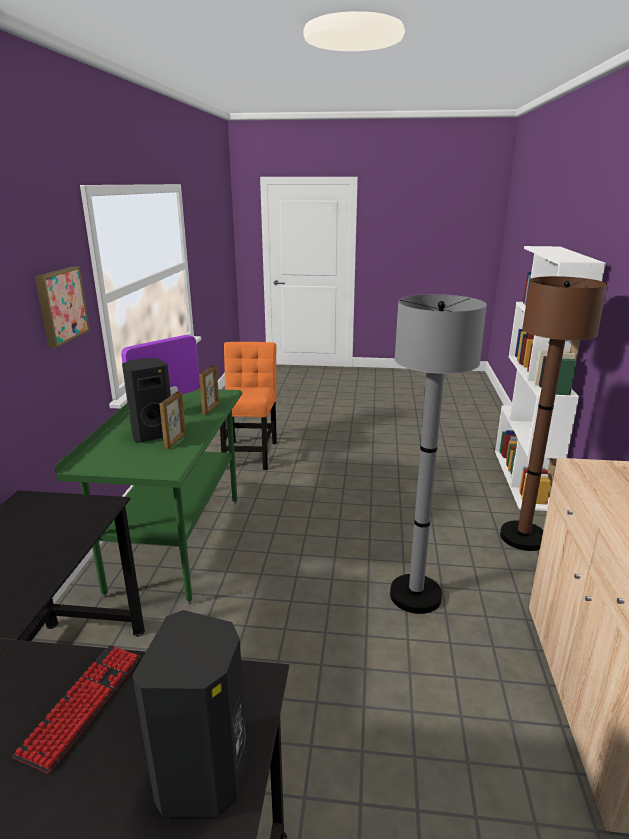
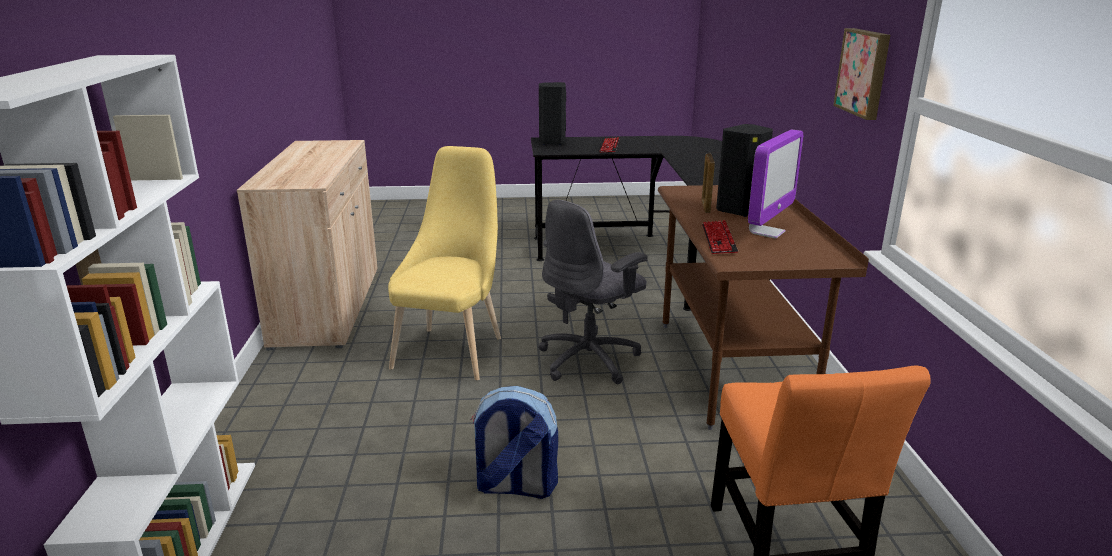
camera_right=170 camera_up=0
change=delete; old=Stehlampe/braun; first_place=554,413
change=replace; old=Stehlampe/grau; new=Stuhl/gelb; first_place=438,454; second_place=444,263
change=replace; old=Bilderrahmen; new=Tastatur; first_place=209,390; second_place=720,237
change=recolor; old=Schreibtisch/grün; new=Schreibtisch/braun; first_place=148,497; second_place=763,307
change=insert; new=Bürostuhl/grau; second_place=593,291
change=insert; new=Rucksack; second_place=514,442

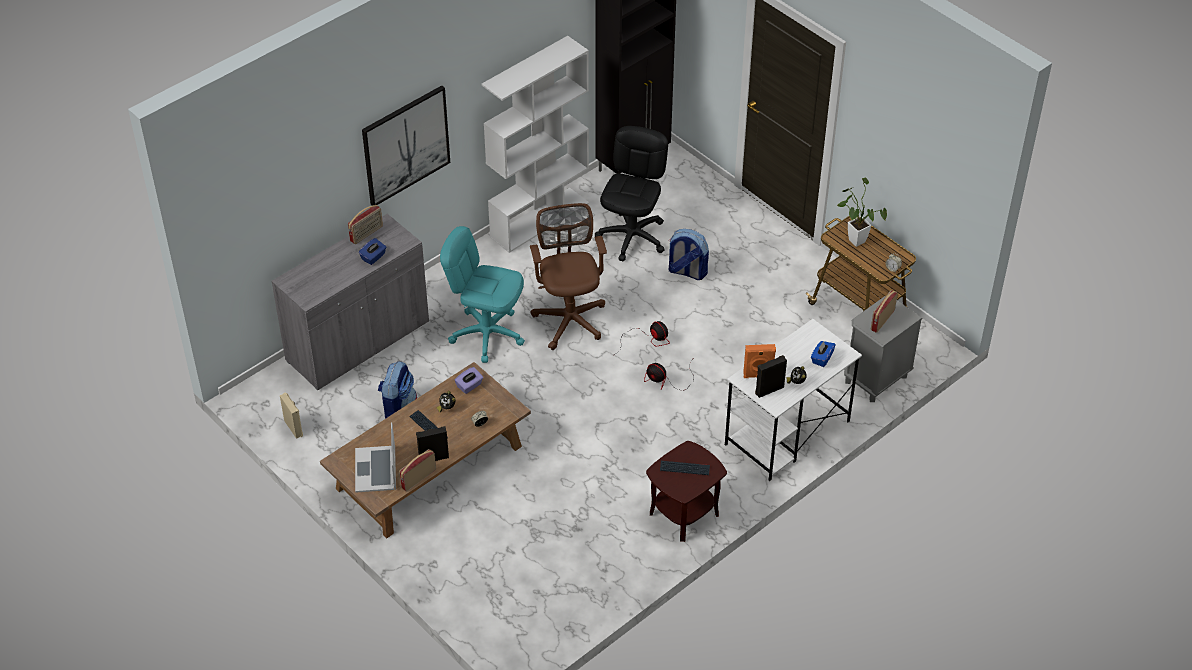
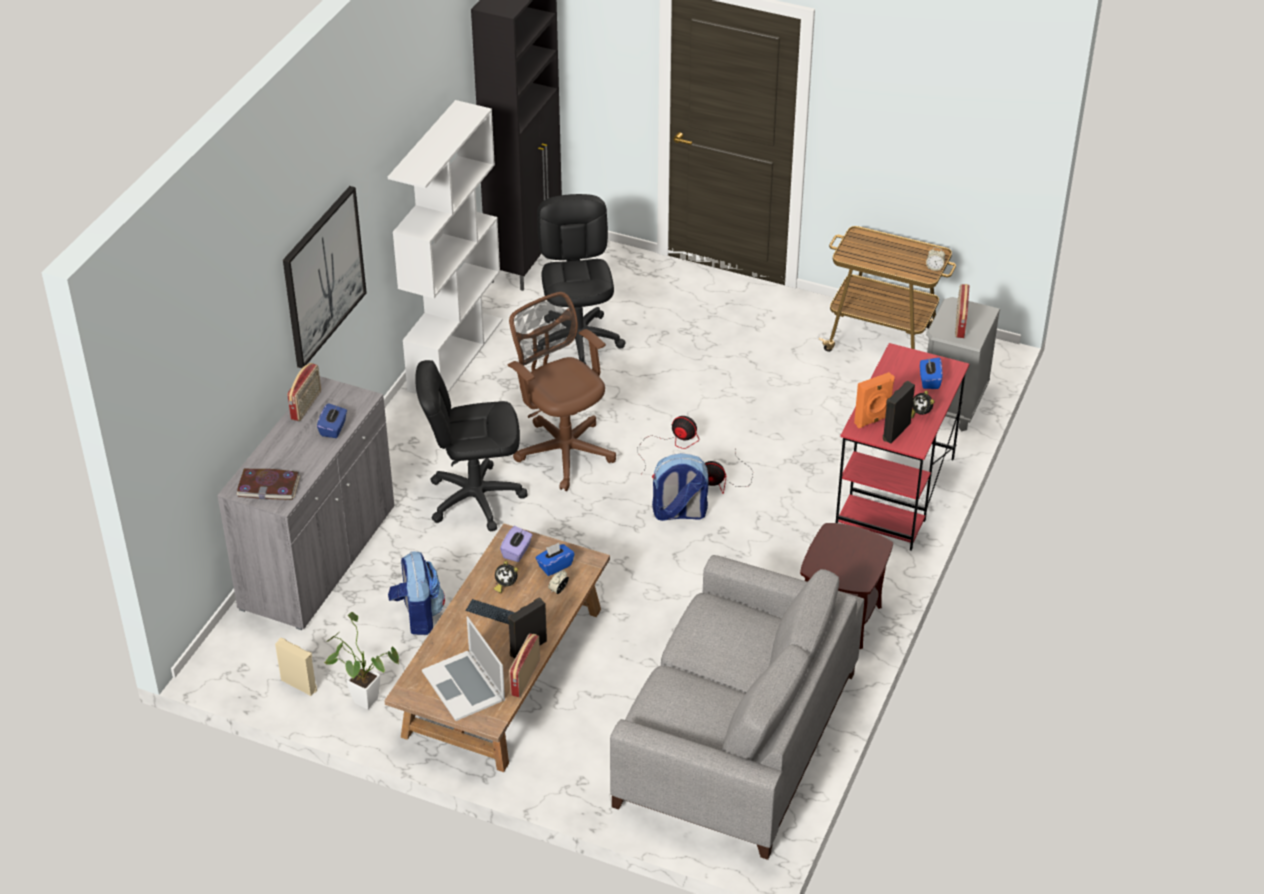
camera_right=-25 camera_up=-5
change=move; old=Topfpflanze; first_place=862,212; second_place=361,660
change=recolor; old=Bürostuhl/türkis; new=Bürostuhl/schwarz; first_place=482,294; second_place=471,445
change=move; old=Rucksack; first_place=689,254; second_place=680,487
change=recolor; old=Schreibtisch/weiß; new=Schreibtisch/rot; first_place=793,400; second_place=902,447
change=delete; old=Tastatur; first_place=685,468
change=insert; new=Buch; second_place=268,484
change=insert; new=Taschentuchbox/blau; second_place=554,559
change=insert; new=Sofa/grau; second_place=737,707

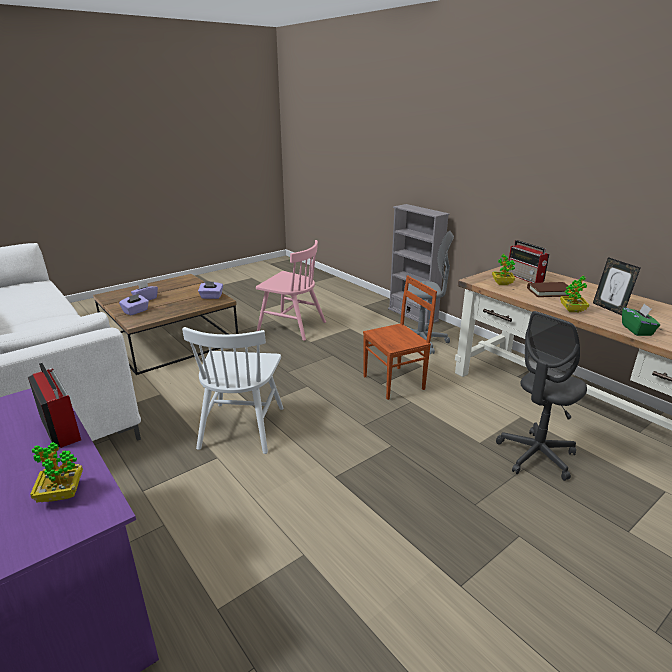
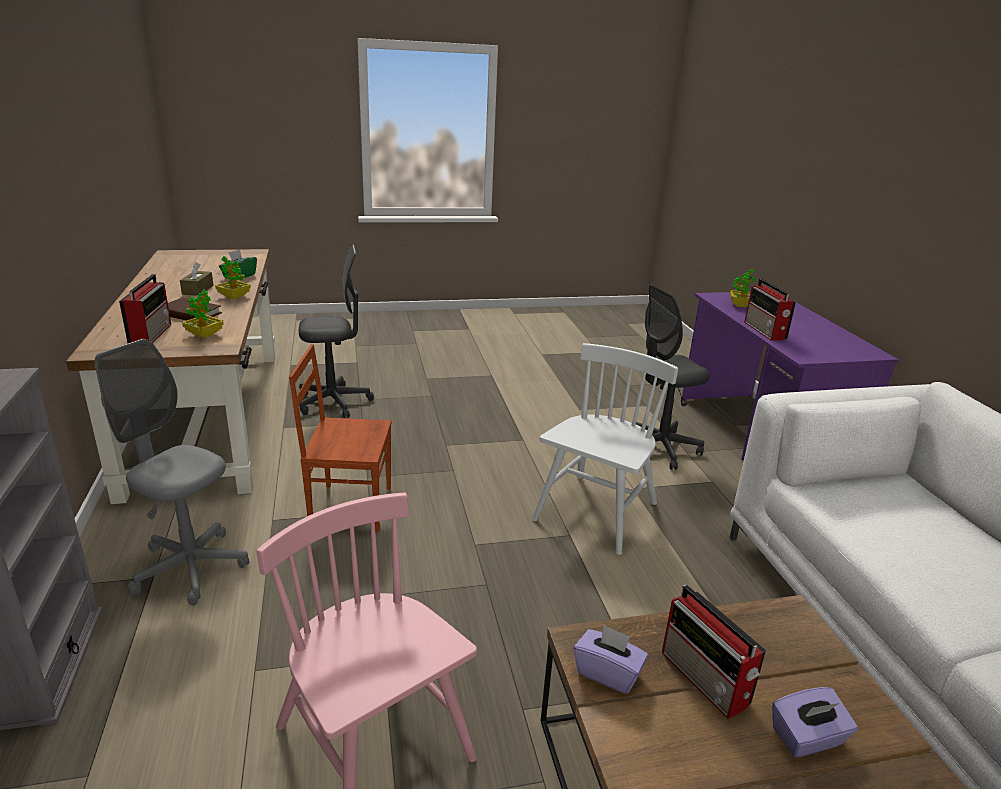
camera_right=-155 camera_up=0
change=replace; old=Bilderrahmen; new=Taschentuchbox/braun; first_place=616,286; second_place=197,279
change=delete; old=Taschentuchbox/lila; first_place=134,305
change=insert; new=Bürostuhl/grau; second_place=673,377
change=insert; new=Radio; second_place=714,652

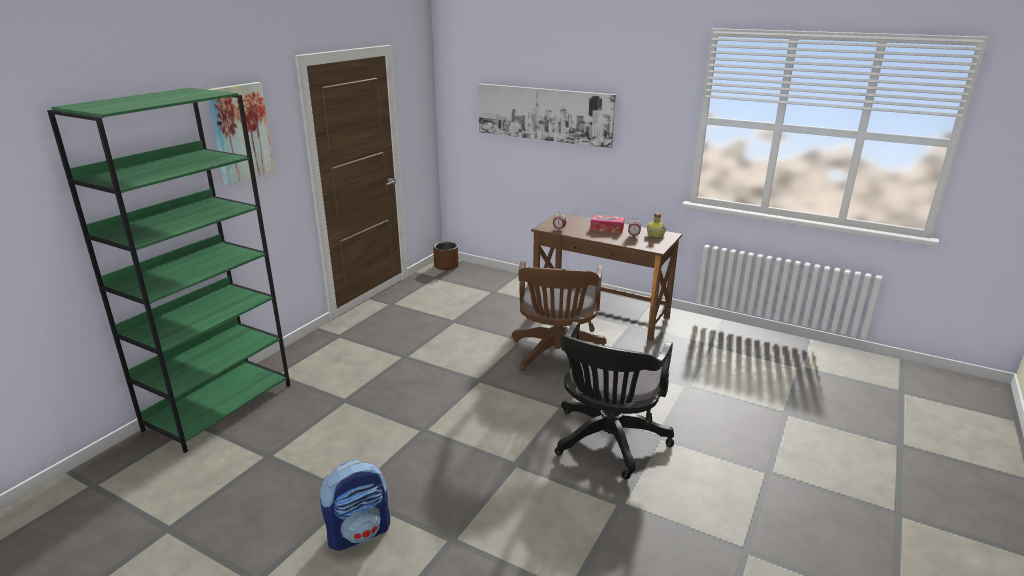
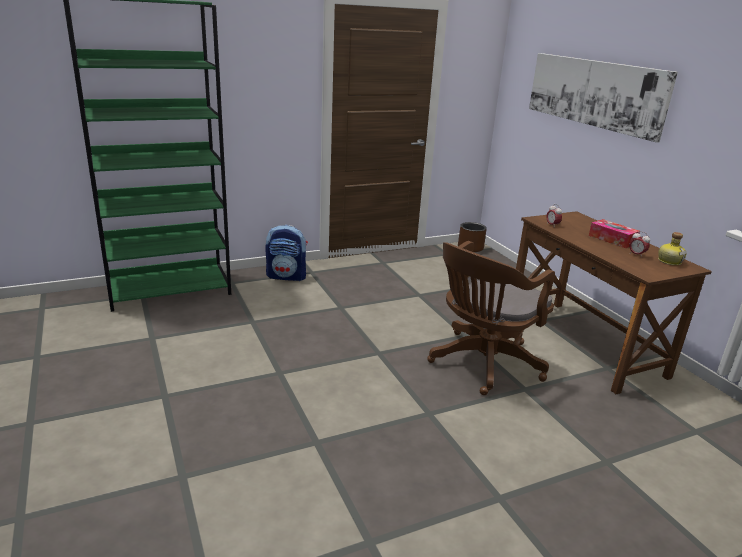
camera_right=35 camera_up=0
change=delete; old=Bild; first_place=240,133
change=delete; old=Bürostuhl/schwarz; first_place=614,401
change=move; old=Rucksack; first_place=355,505; second_place=286,253

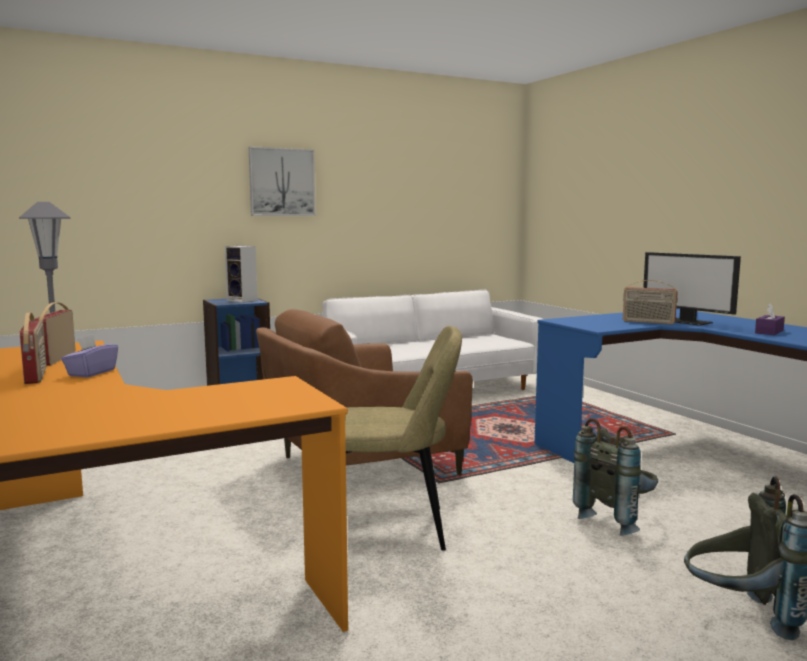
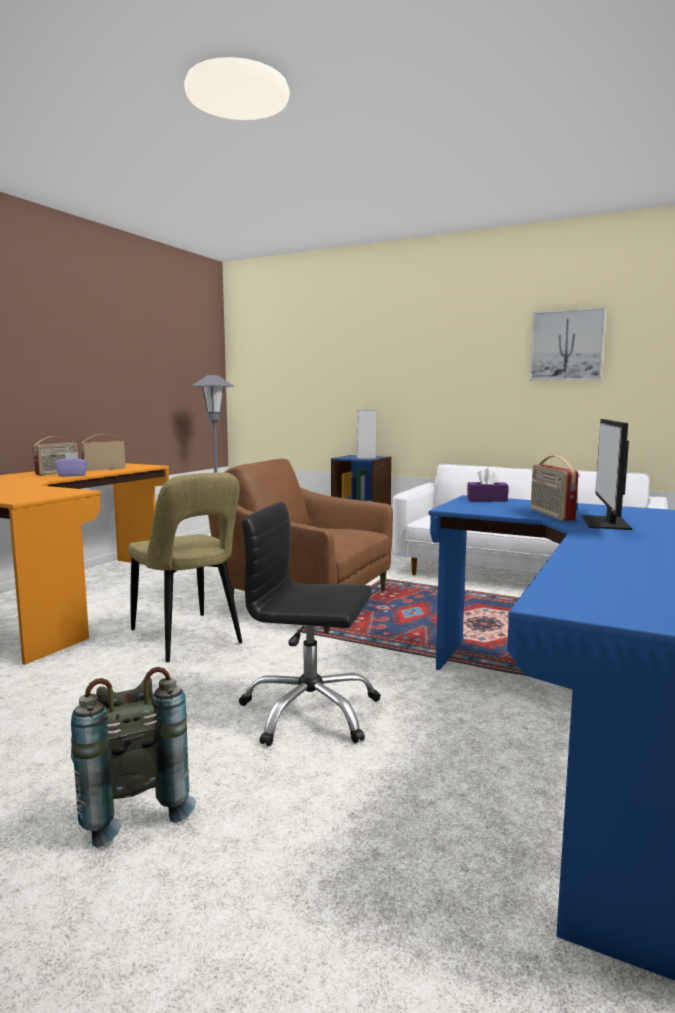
camera_right=55 camera_up=0
change=move; old=Bild; first_place=282,181; second_place=568,344
change=move; old=Taschentuchbox/lila; first_place=770,319; second_place=488,485
change=replace; old=Rucksack/grau; new=Bürostuhl/schwarz; first_place=615,477; second_place=310,624

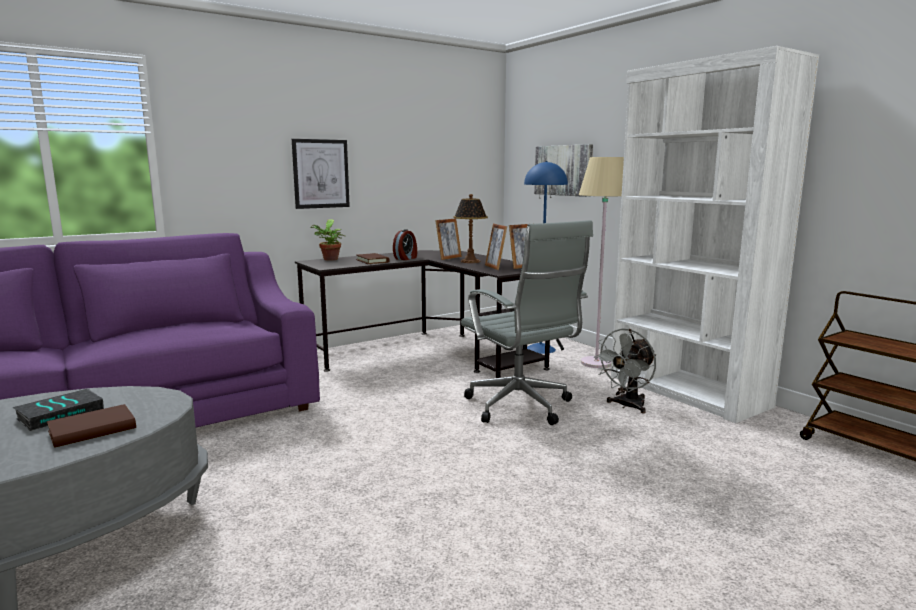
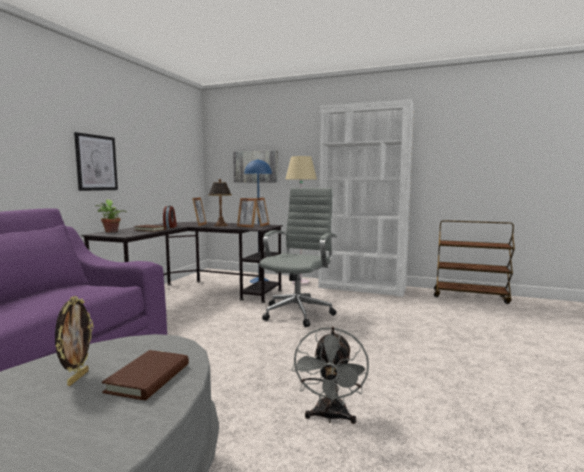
camera_right=-35 camera_up=-5
change=rotate; old=Bürostuhl/grau; first_place=527,322; second_place=298,257; degrees=-90
change=move; old=Ventilator/grau; first_place=625,371; second_place=330,375
change=replace; old=Buch; new=Bilderrahmen; first_place=58,410; second_place=74,341

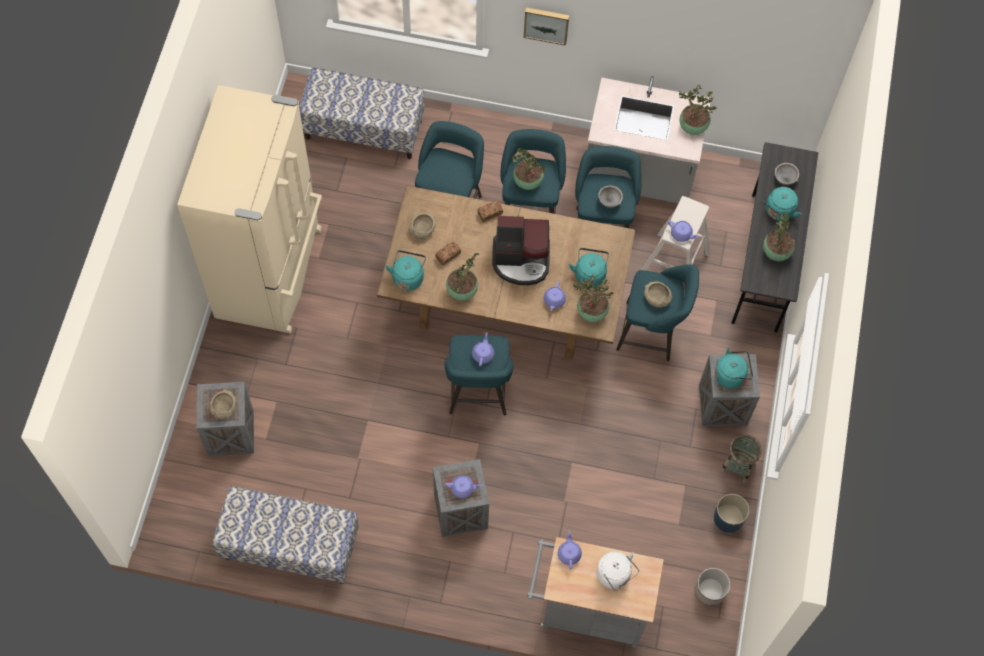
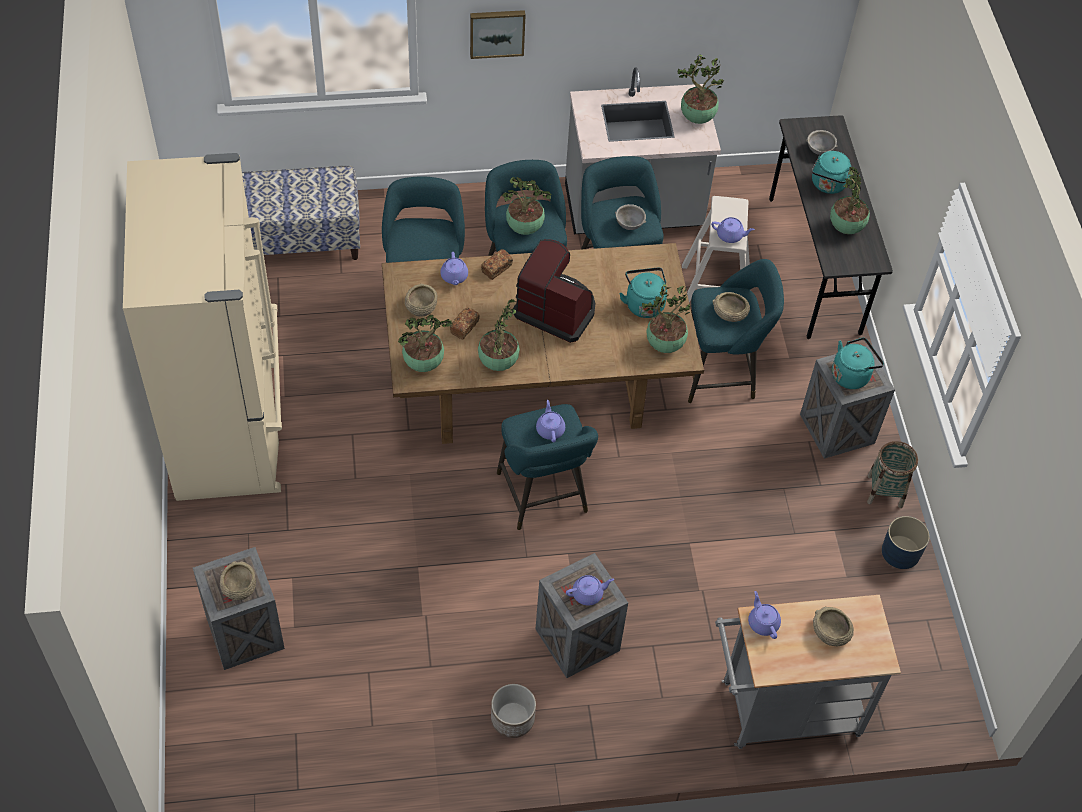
camera_right=-20 camera_up=-10
change=rotate; old=Kaffeemaschine; first_place=521,250; second_place=554,291; degrees=-135
change=replace; old=Wasserkessel/türkis; new=Topfpflanze; first_place=405,270; second_place=425,343
change=move; old=Teekanne/lila; first_place=555,296; second_place=454,268
change=delete; old=Bank; first_place=286,535
change=replace; old=Wasserkessel/weiß; new=Schüssel/beige; first_place=618,571; second_place=833,626
change=move; old=Pflanzkübel; first_place=712,587; second_place=513,711

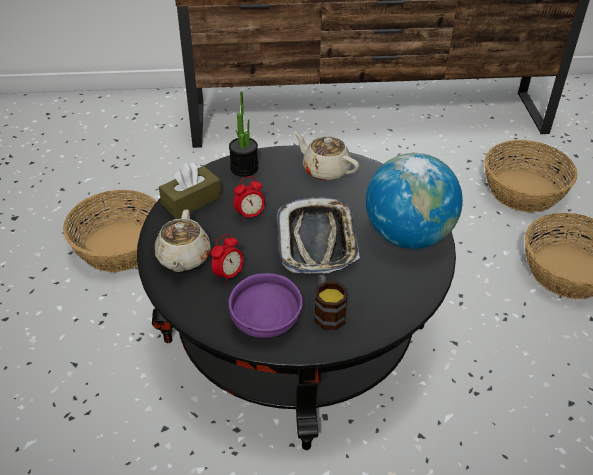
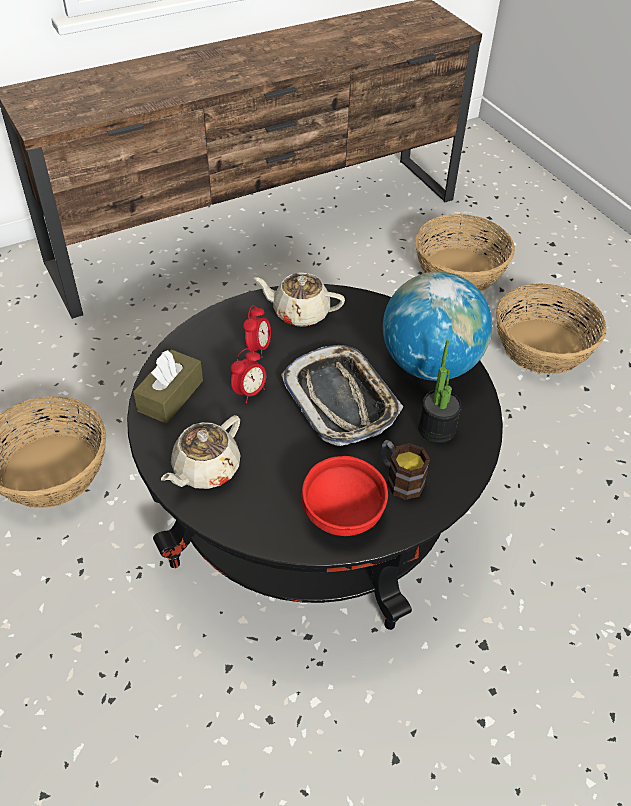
camera_right=-25 camera_up=5
change=move; old=Topfpflanze; first_place=244,134; second_place=440,391
change=rotate; old=Teekanne/beige; first_place=183,240; second_place=201,452; degrees=60
change=move; old=Wecker; first_place=227,259; second_place=257,331
change=recolor; old=Schüssel/lila; new=Schüssel/rot; first_place=265,305; second_place=344,496

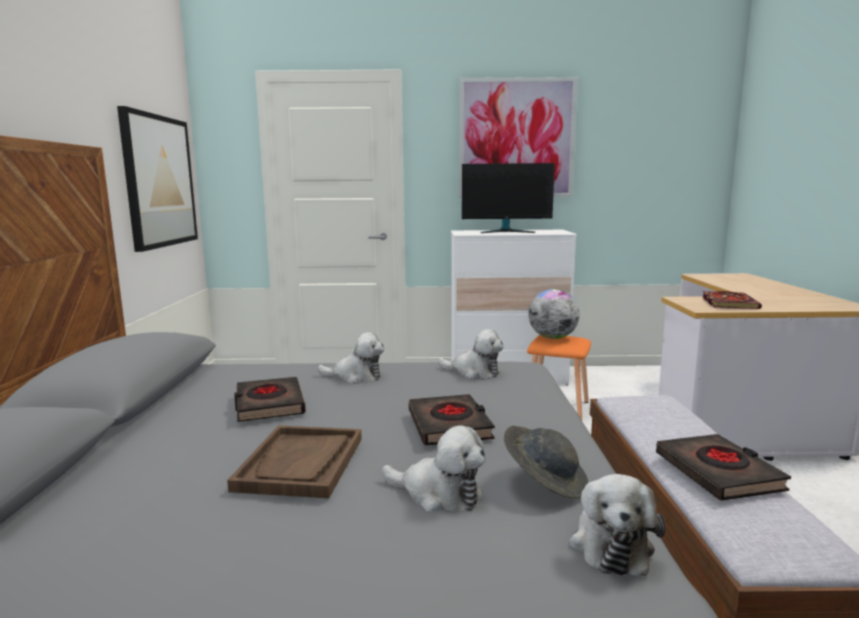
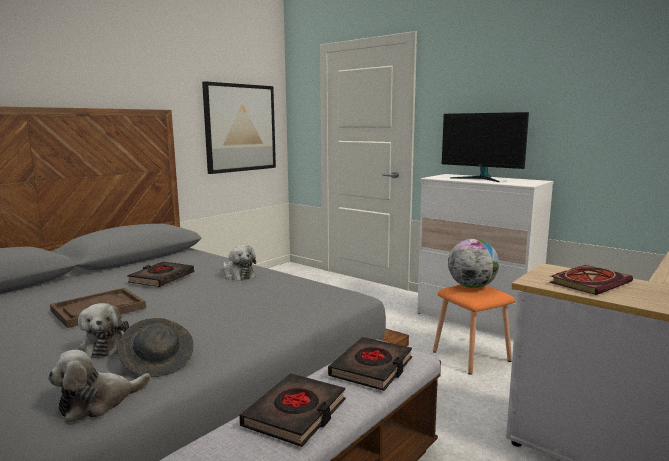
camera_right=40 camera_up=0
change=delete; old=Bild; first_place=518,137
change=delete; old=Plüschtier; first_place=470,354
change=move; old=Buch/schwarz; first_place=452,419; second_place=370,364

